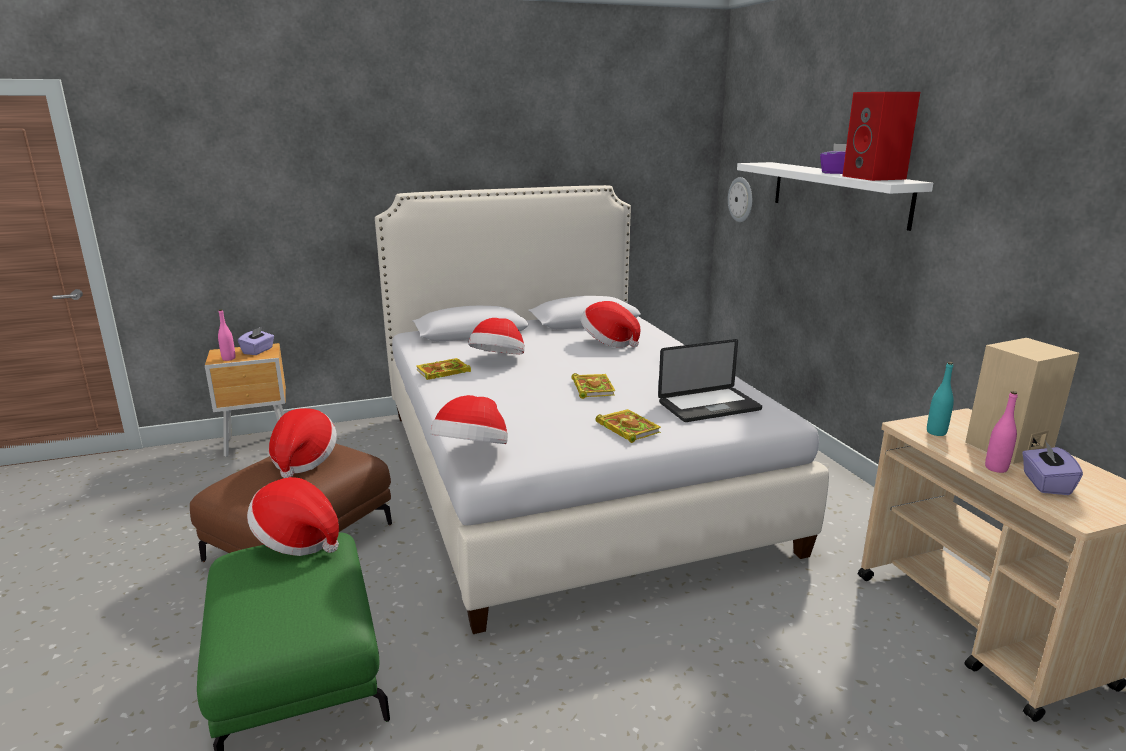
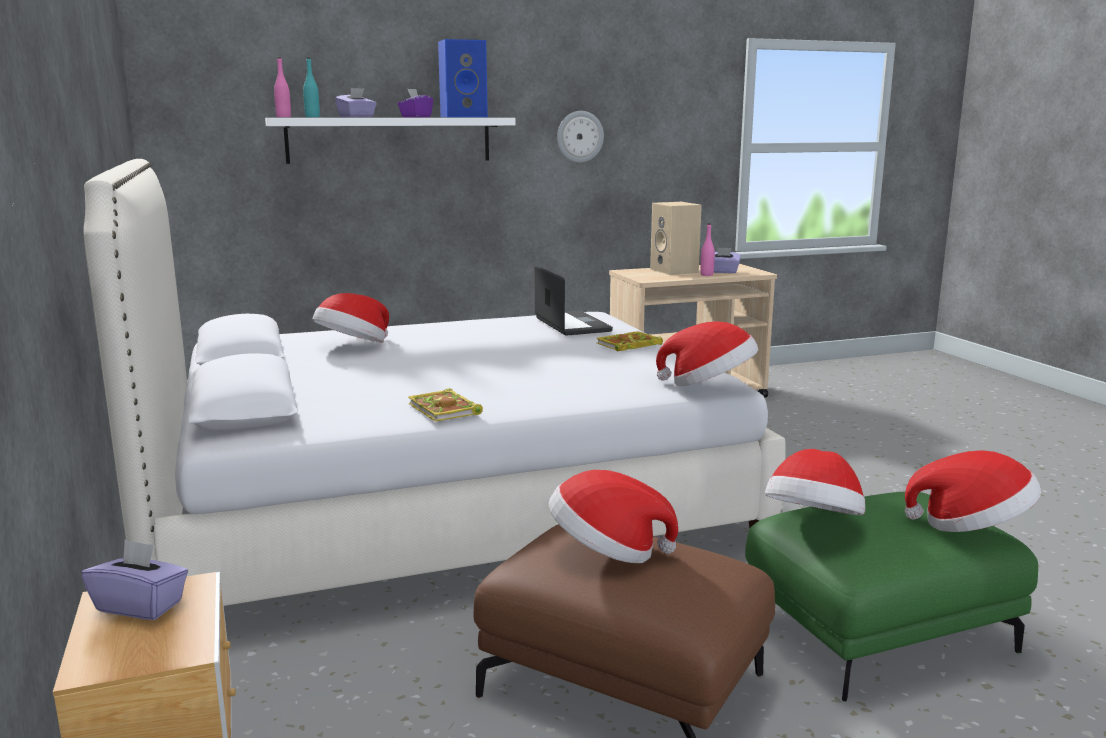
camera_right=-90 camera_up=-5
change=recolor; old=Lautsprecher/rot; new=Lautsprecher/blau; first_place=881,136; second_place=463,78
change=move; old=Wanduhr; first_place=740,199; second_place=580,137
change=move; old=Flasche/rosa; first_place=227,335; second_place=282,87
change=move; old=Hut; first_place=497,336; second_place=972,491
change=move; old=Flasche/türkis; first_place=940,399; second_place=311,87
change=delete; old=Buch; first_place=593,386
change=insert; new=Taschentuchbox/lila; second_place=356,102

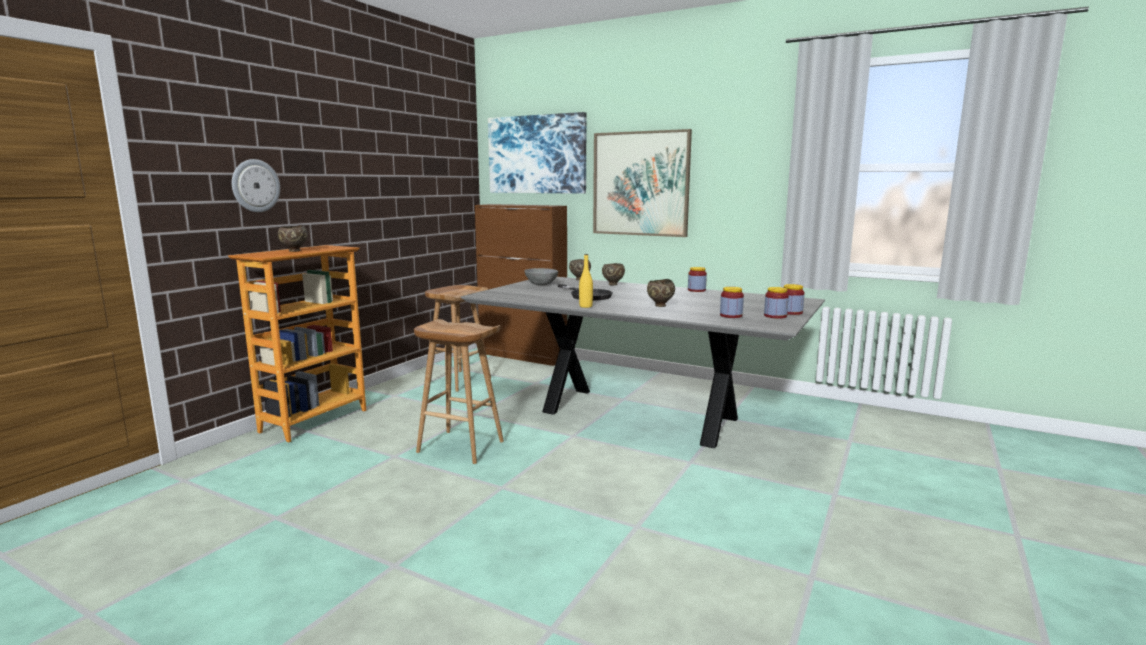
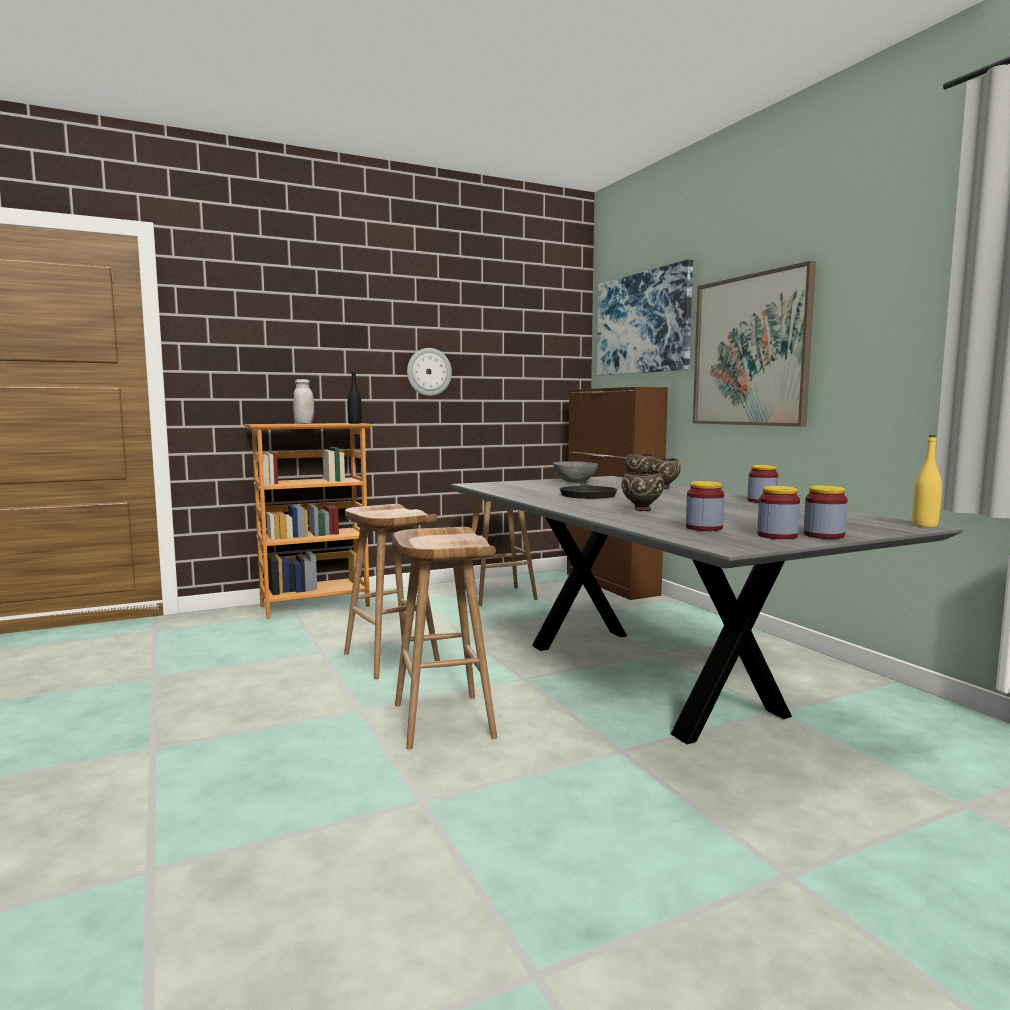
camera_right=35 camera_up=-5
change=move; old=Wanduhr; first_place=256,185; second_place=429,372
change=replace; old=Schüssel/braun; new=Vorratsglas/weiß; first_place=293,238; second_place=303,401
change=move; old=Flasche/gelb; first_place=586,281; second_place=927,481
change=insert; new=Flasche/schwarz; second_place=355,397
change=insert; new=Hocker/braun; second_place=445,638

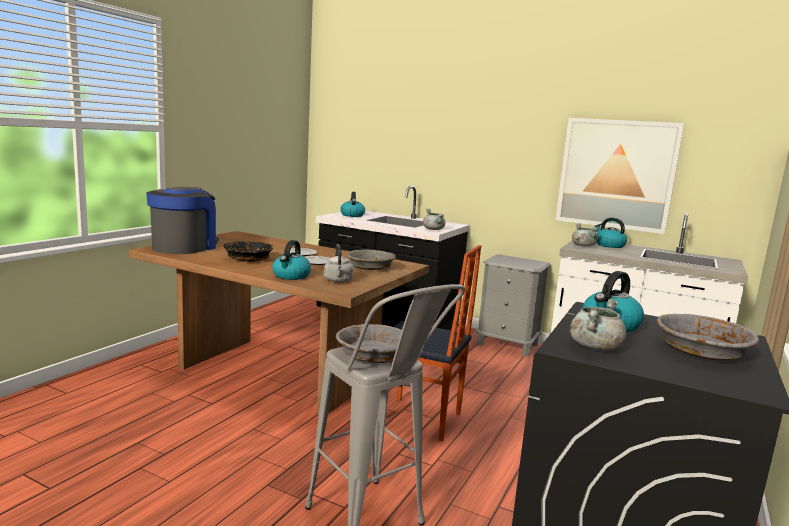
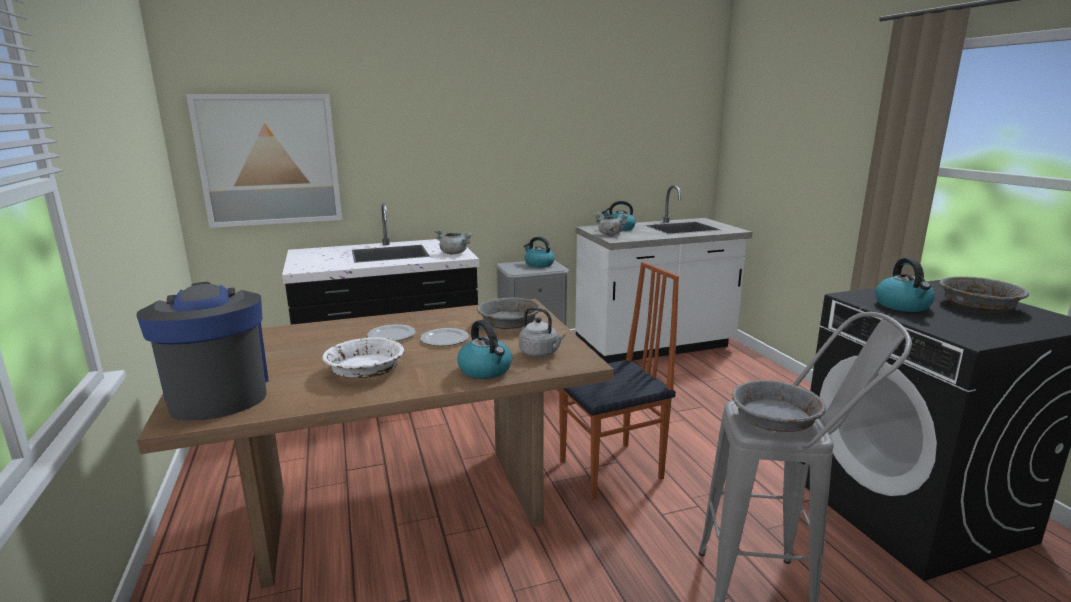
camera_right=-45 camera_up=5
change=move; old=Bild; first_place=619,176; second_place=264,161
change=move; old=Wasserkessel; first_place=352,204; second_place=539,252
change=recolor; old=Schüssel/schwarz; new=Schüssel/weiß; first_place=248,251; second_place=363,357
change=delete; old=Kochtopf/grau; first_place=598,325

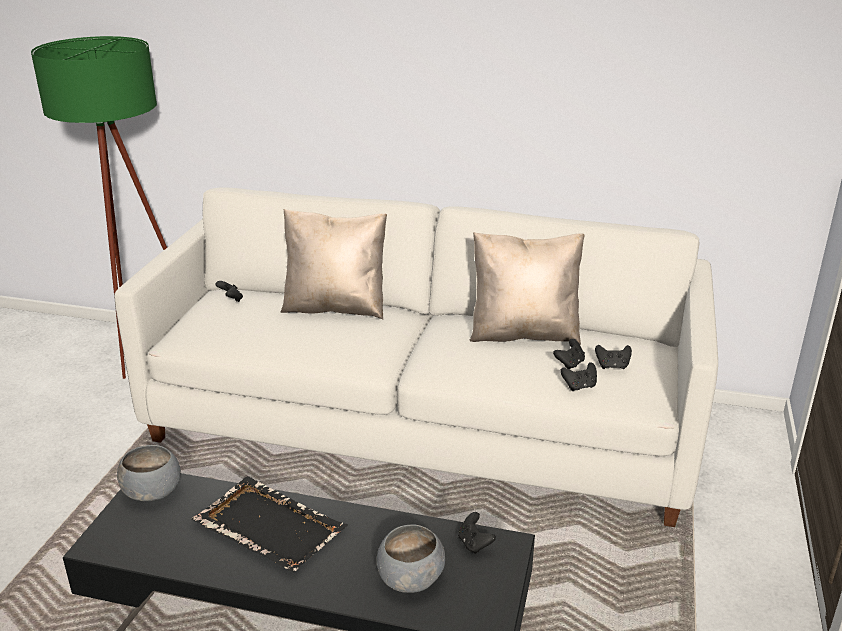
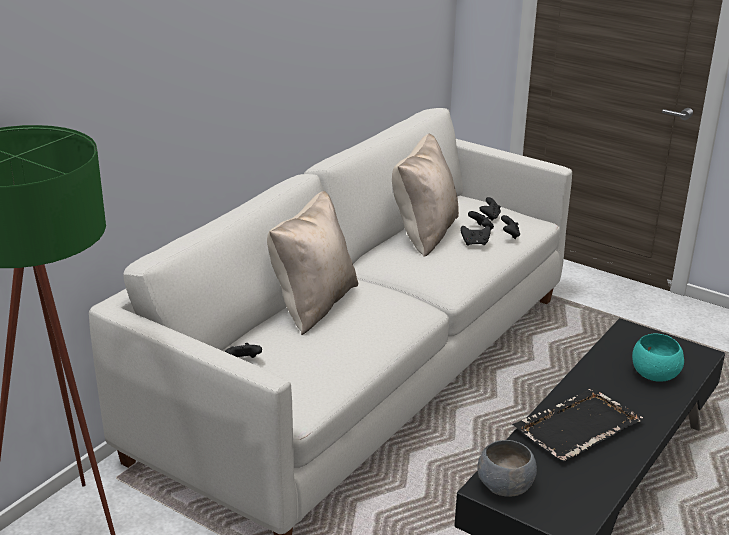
camera_right=-70 camera_up=0
change=move; old=Gamepad/schwarz; first_place=477,533; second_place=475,235
change=recolor; old=Schüssel/grau; new=Schüssel/türkis; first_place=411,558; second_place=658,358

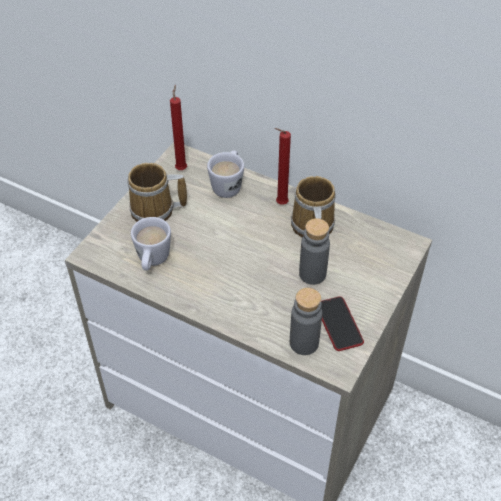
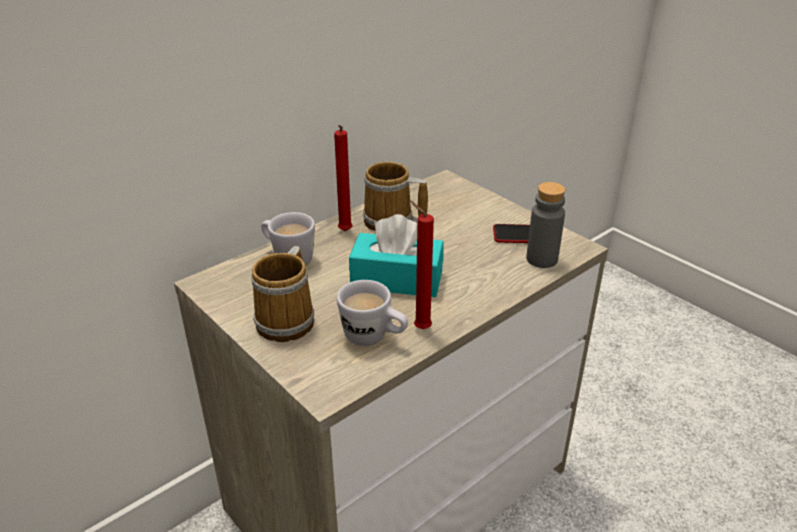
camera_right=-70 camera_up=-15
change=move; old=Kerze/rot; first_place=178,127; second_place=422,264
change=delete; old=Flasche/grau; first_place=314,251
change=insert; new=Taschentuchbox/türkis; second_place=396,255

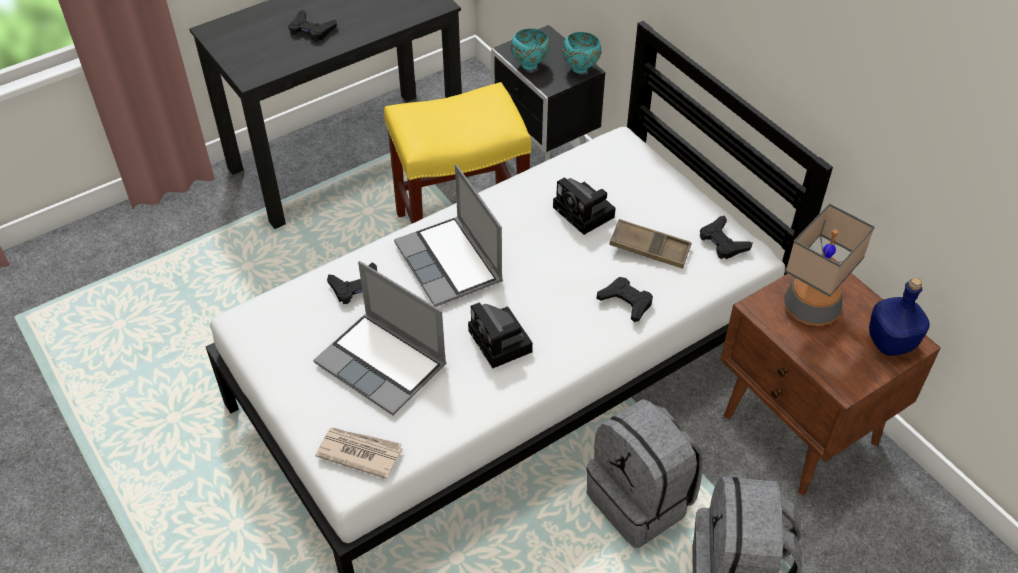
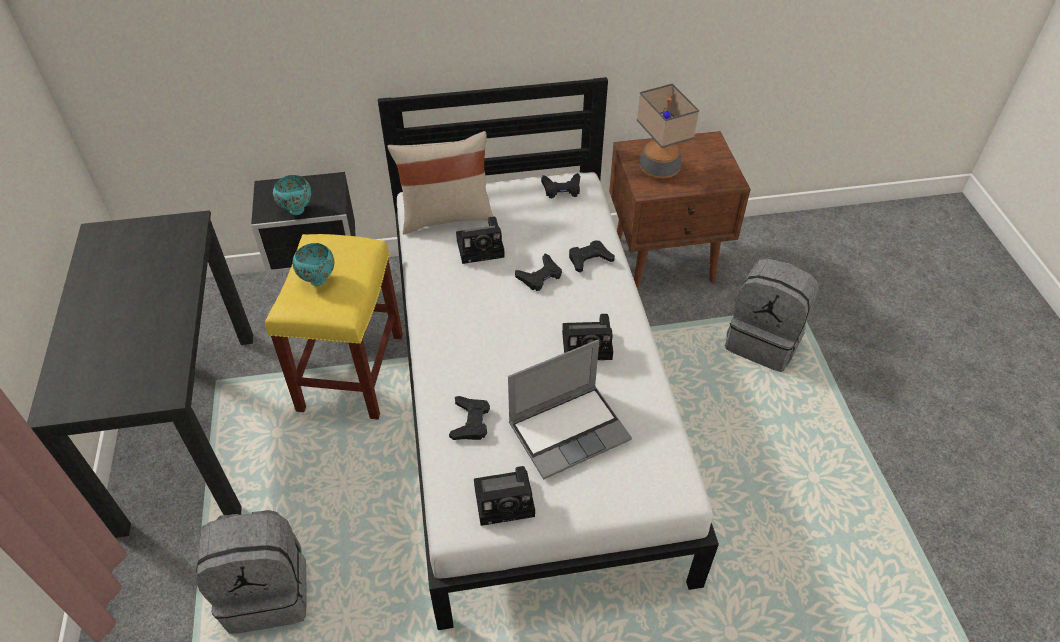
camera_right=-65 camera_up=0
change=move; old=Gamepad/schwarz; first_place=313,26; second_place=538,272
change=move; old=Schüssel/türkis; first_place=582,53; second_place=313,264
change=delete; old=Laptop; first_place=448,235
change=delete; old=Tablett/braun; first_place=650,244
change=delete; old=Flasche/blau; first_place=899,317
change=move; old=Rucksack/grau; first_place=644,473; second_place=251,572
change=delete; old=Zeitung; first_place=358,453
change=insert; new=Kissen/beige; second_place=440,183
change=insert; new=Kamera; second_place=504,496

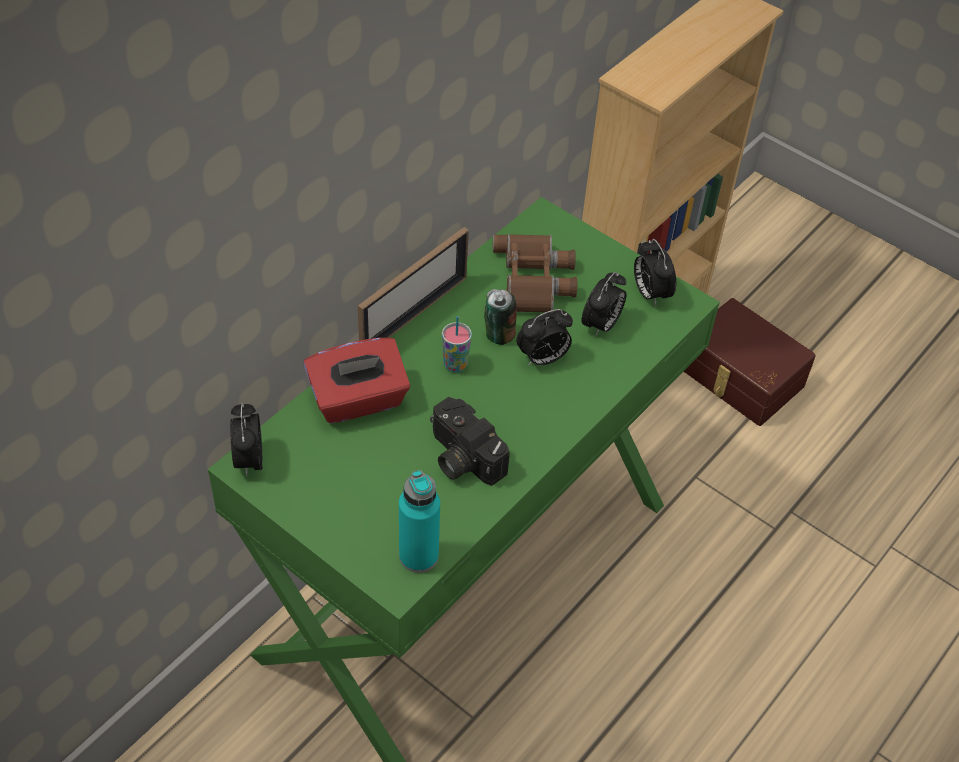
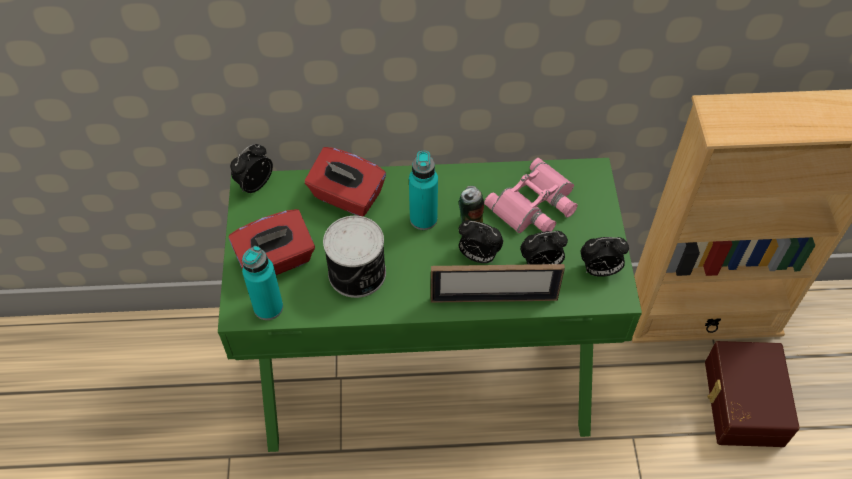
camera_right=50 camera_up=5
change=move; old=Bilderrahmen; first_place=413,284; second_place=498,283
change=recolor; old=Fernglas/braun; new=Fernglas/rosa; first_place=535,273; second_place=531,195
change=rotate; old=Wecker; first_place=655,272; second_place=605,257; degrees=-120
change=replace; old=Tasse; new=Flasche/türkis; first_place=457,344; second_place=423,190
change=replace; old=Kamera; new=Dose; first_place=470,441; second_place=354,257
change=insert; new=Taschentuchbox/rot; second_place=271,242

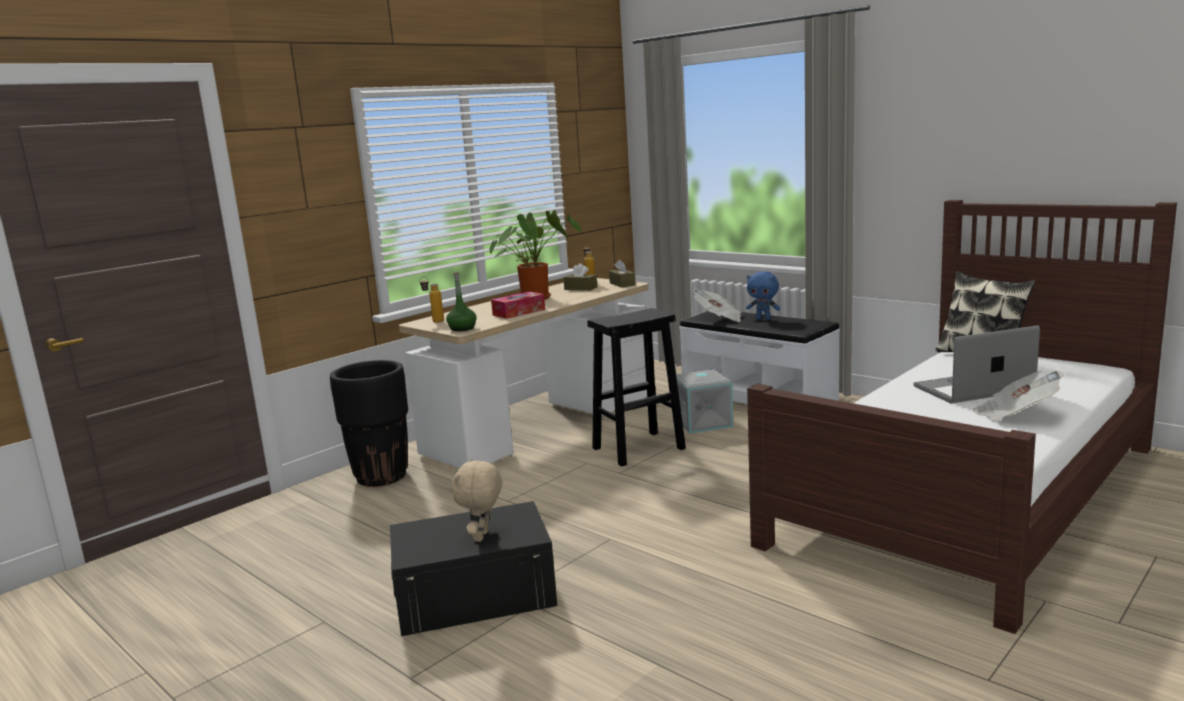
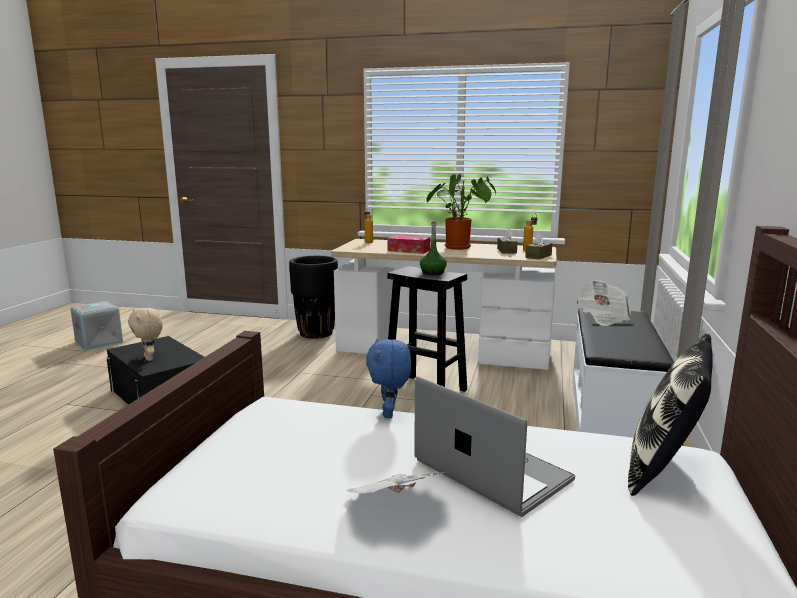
camera_right=60 camera_up=0
change=move; old=Plüschtier/blau; first_place=763,295; second_place=388,378
change=move; old=Flasche/grün; first_place=461,301; second_place=433,248
change=move; old=Aufbewahrungsbox/grau; first_place=704,401; second_place=96,326
change=rotate; old=Plüschtier/beige; first_place=476,500; second_place=145,334; degrees=-105

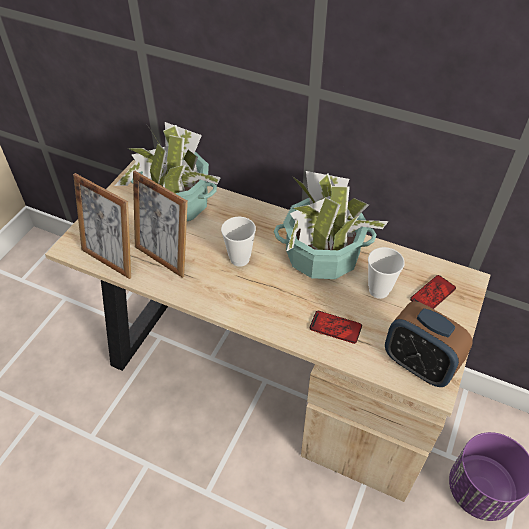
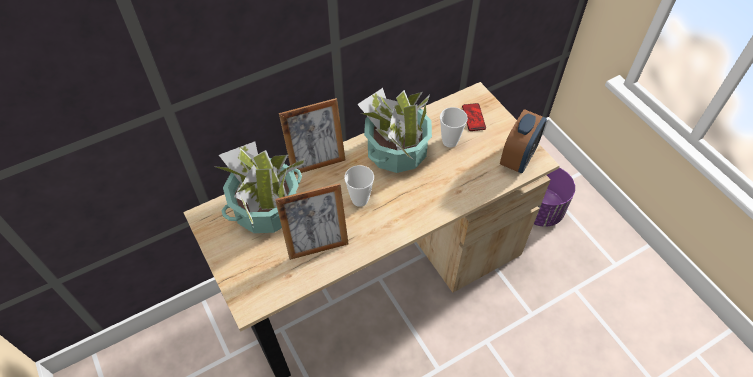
camera_right=-55 camera_up=5
change=move; old=Bilderrahmen; first_place=102,226; second_place=312,136
change=rotate; old=Wecker; first_place=429,344; second_place=523,141; degrees=-45
change=delete; old=Handy; first_place=336,327

